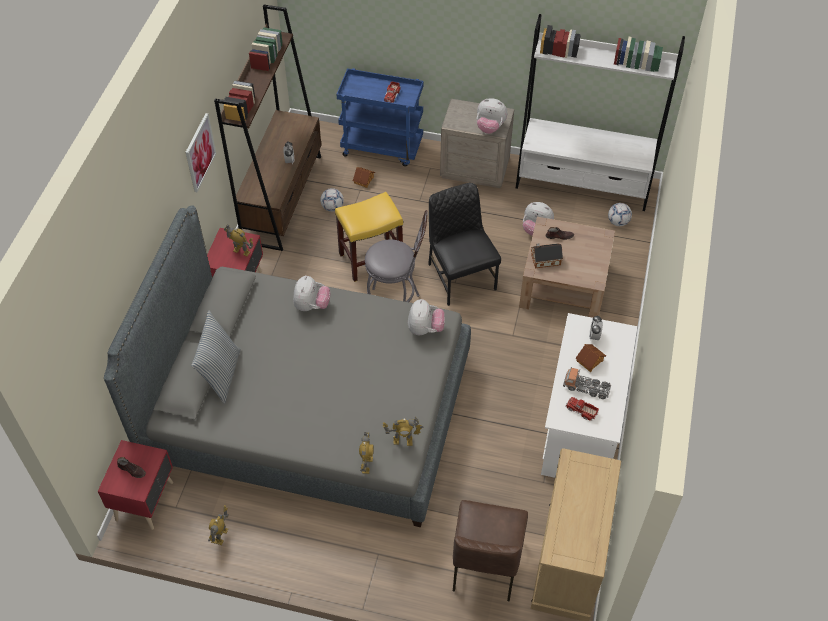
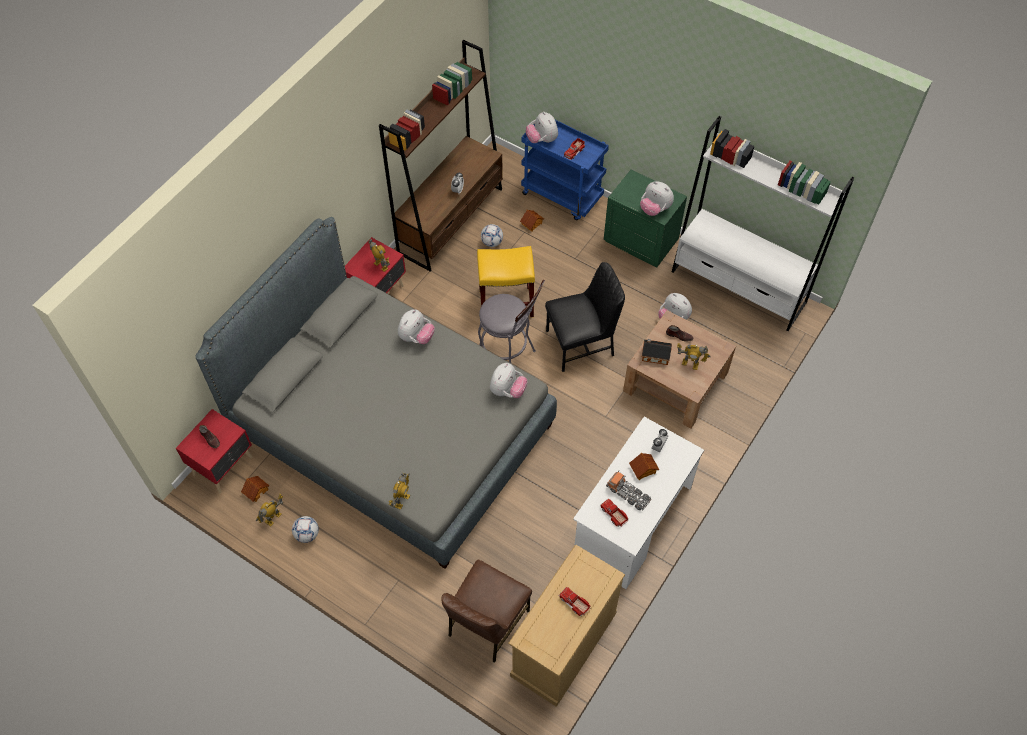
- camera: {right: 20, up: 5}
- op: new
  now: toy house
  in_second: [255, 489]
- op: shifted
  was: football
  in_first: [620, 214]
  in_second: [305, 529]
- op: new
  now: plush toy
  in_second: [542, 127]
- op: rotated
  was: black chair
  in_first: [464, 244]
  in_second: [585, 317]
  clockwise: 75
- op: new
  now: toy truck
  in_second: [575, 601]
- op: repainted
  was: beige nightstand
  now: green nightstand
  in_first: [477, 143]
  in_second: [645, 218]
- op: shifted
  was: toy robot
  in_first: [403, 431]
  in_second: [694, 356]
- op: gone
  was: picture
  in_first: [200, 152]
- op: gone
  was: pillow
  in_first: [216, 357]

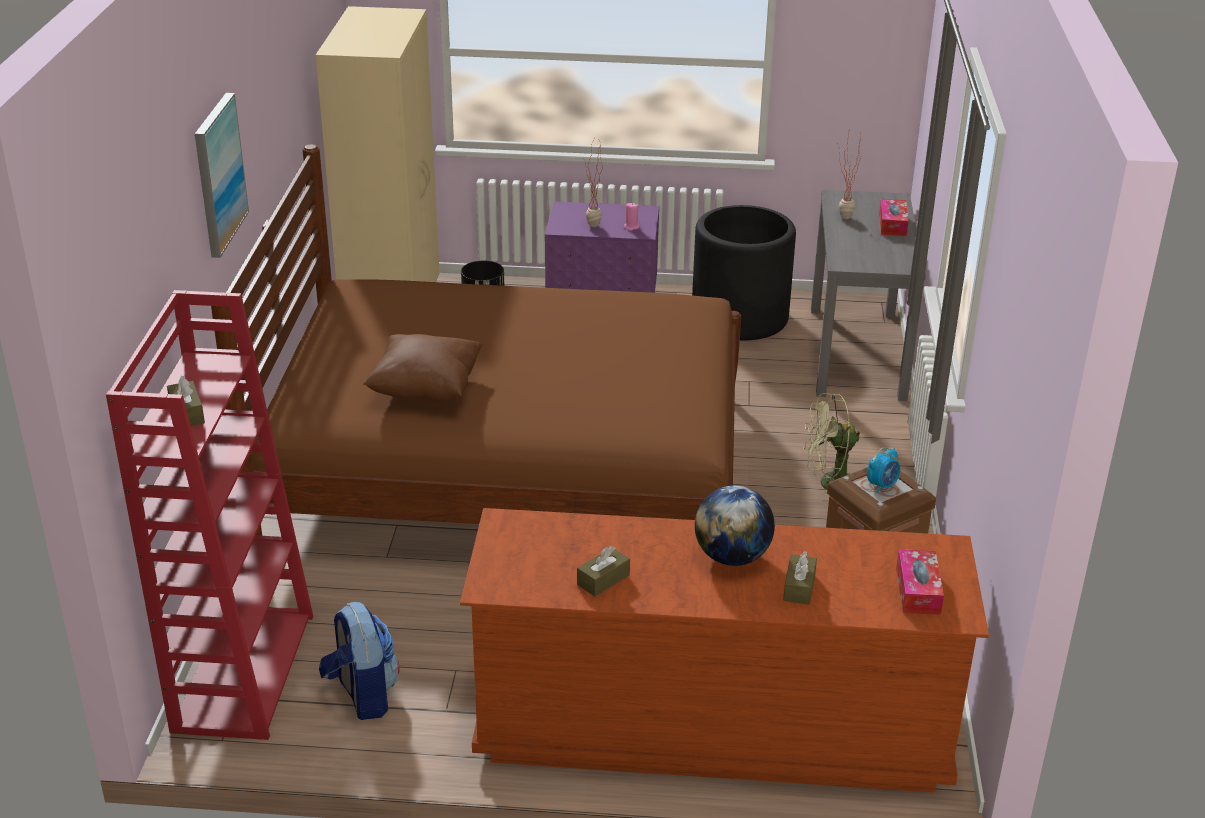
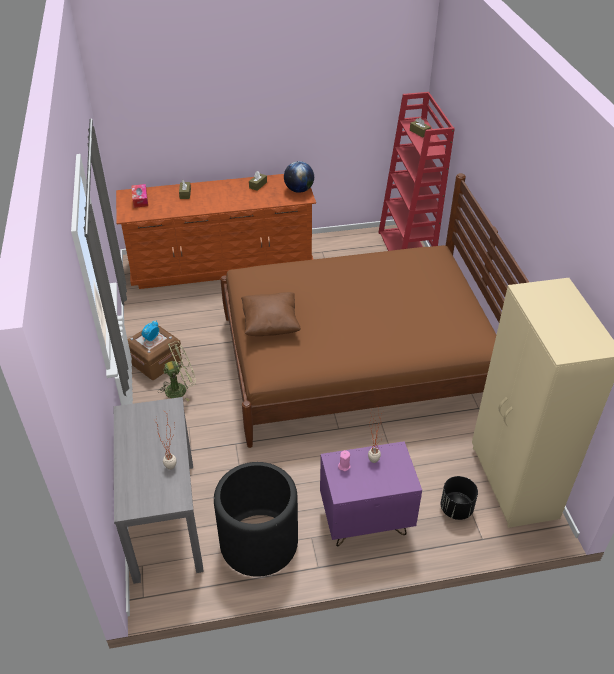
- camera: {right: 165, up: 10}
- op: shifted
  was: brown pillow
  in_first: [423, 367]
  in_second: [271, 314]
- op: shifted
  was: globe
  in_first: [735, 526]
  in_second: [299, 177]
- op: gone
  was: picture
  in_first: [222, 175]
- op: gone
  was: backpack
  in_first: [359, 661]
- op: gone
  was: tissue box
  in_first: [893, 217]

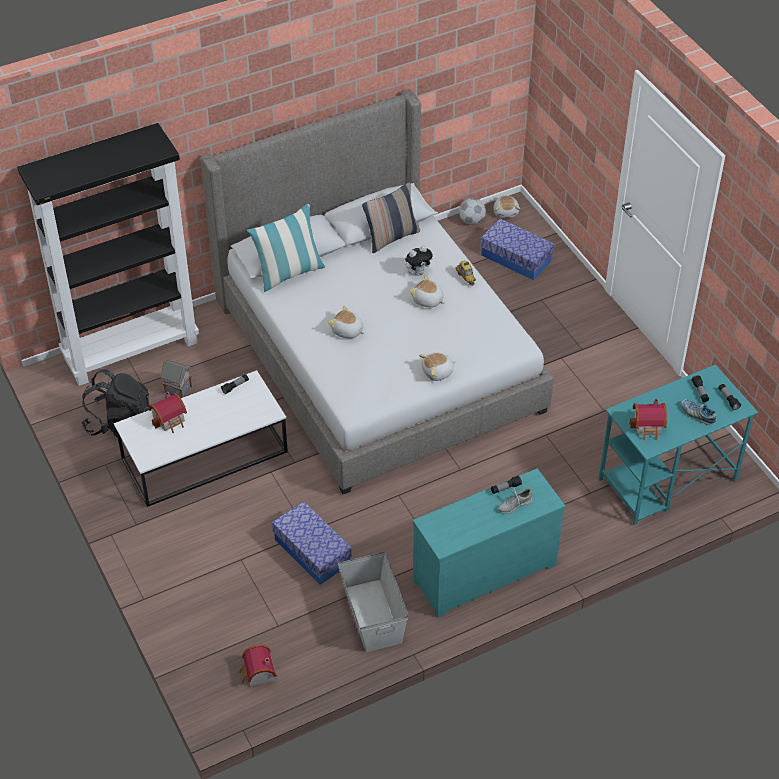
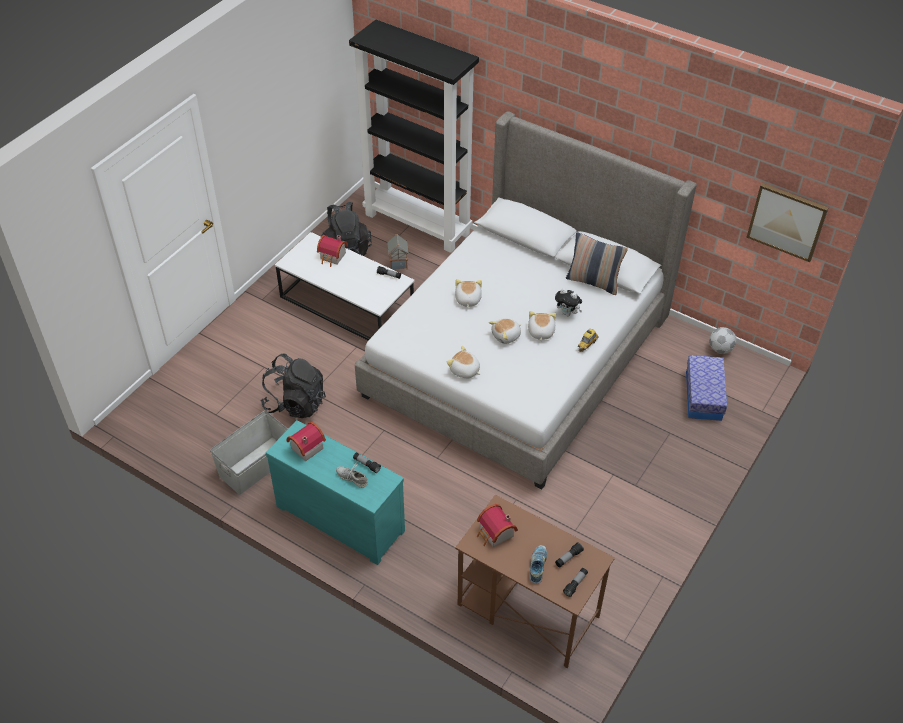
- camera: {right: 60, up: 0}
- op: swapped
  was: storage box
  now: black backpack
  in_first: [312, 543]
  in_second: [293, 386]
- op: shifted
  was: toy house
  in_first: [258, 665]
  in_second: [306, 441]
- op: repainted
  was: turquoise desk
  now: brown desk
  in_first: [678, 444]
  in_second: [535, 581]
- op: shifted
  was: plush toy
  in_first: [507, 207]
  in_second: [505, 331]
- op: new
  now: picture
  in_second: [787, 222]
- op: gone
  was: pillow
  in_first: [286, 248]

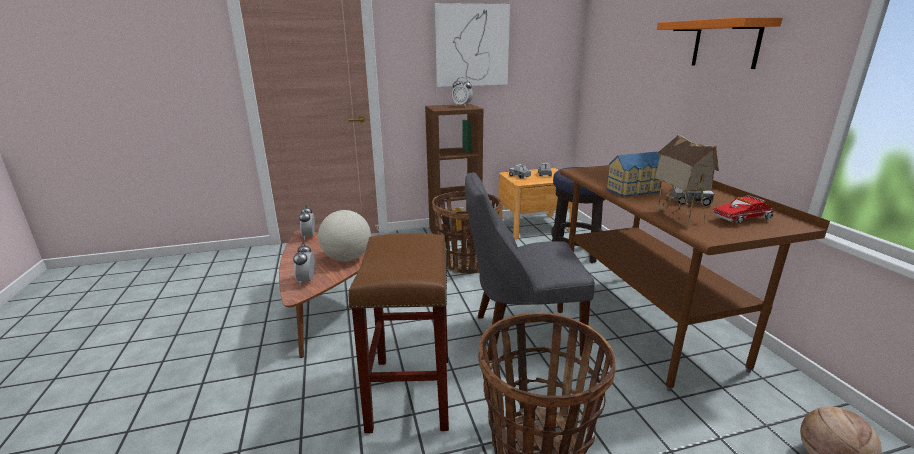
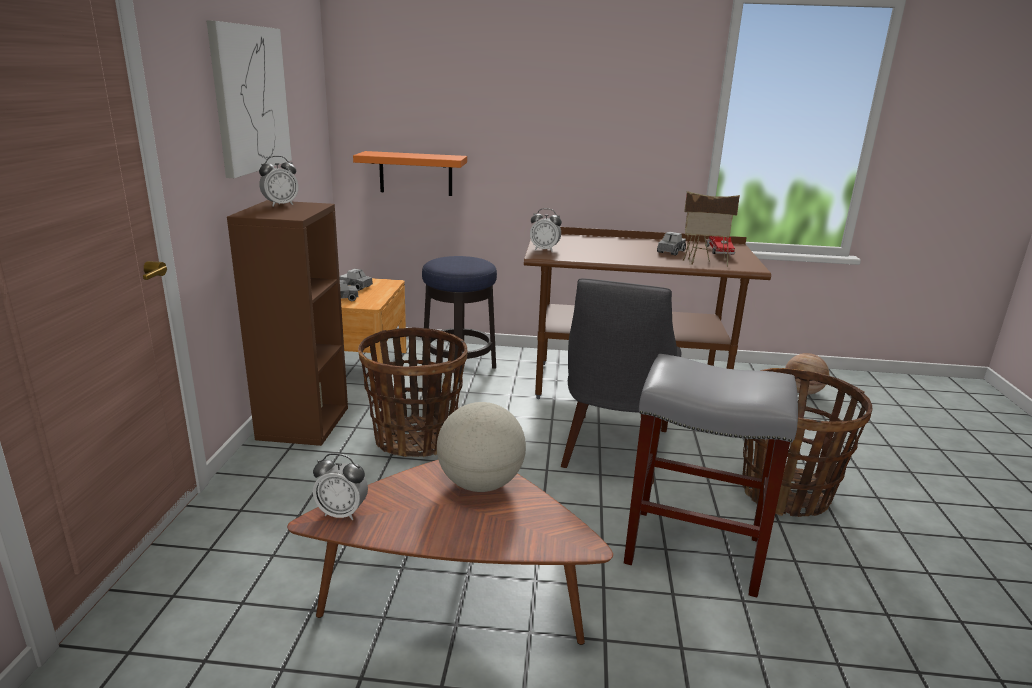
- camera: {right: -70, up: 0}
- op: shifted
  was: orange shelf
  in_first: [720, 43]
  in_second: [410, 173]
- op: shifted
  was: alarm clock
  in_first: [304, 264]
  in_second: [546, 230]
- op: repainted
  was: brown stool
  now: grey stool
  in_first: [399, 333]
  in_second: [711, 476]
- op: gone
  was: toy house
  in_first: [634, 174]

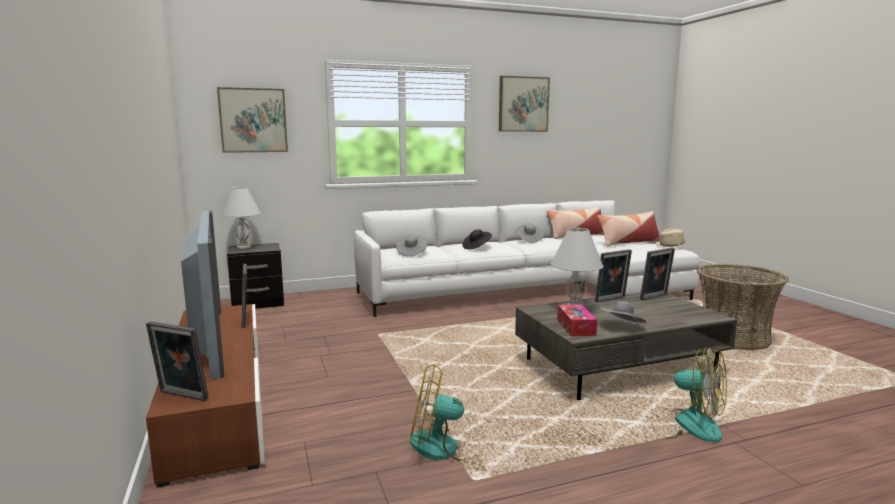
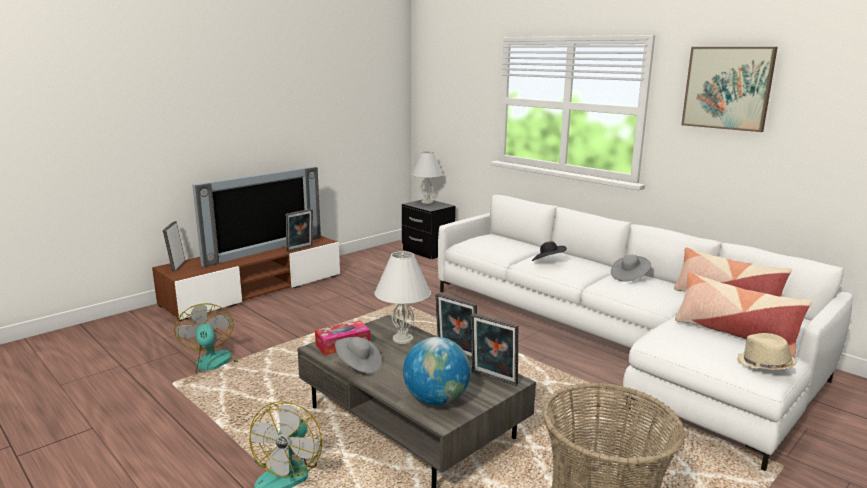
- camera: {right: 65, up: 5}
- op: new
  now: globe
  in_second: [437, 371]
- op: gone
  was: picture
  in_first: [252, 120]
- op: gone
  was: grey hat
  in_first: [412, 245]

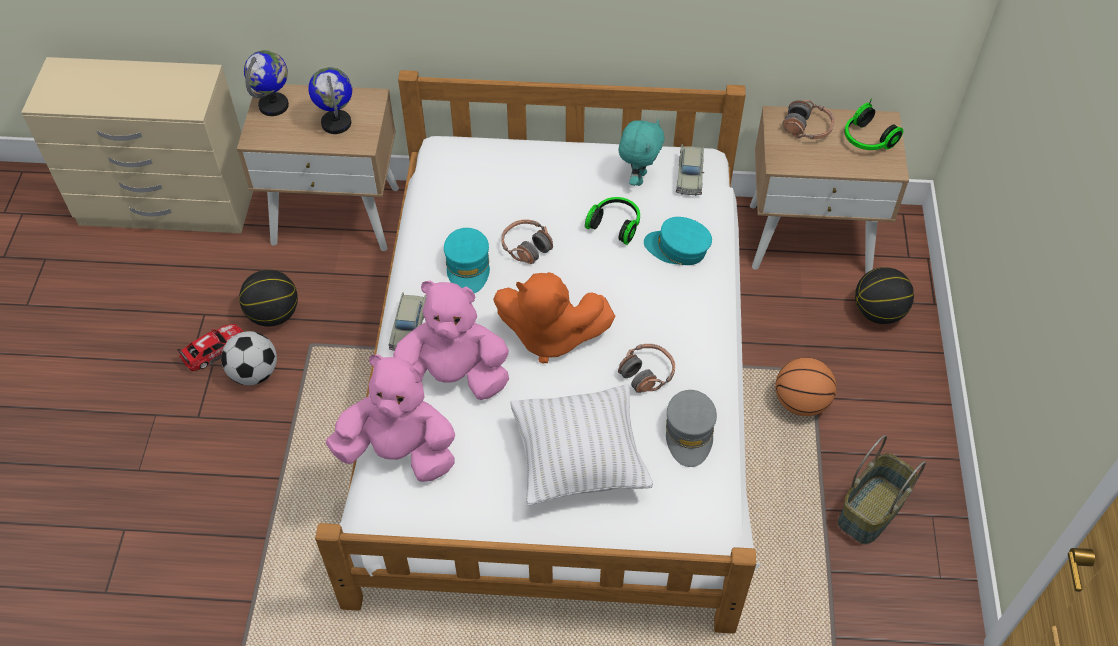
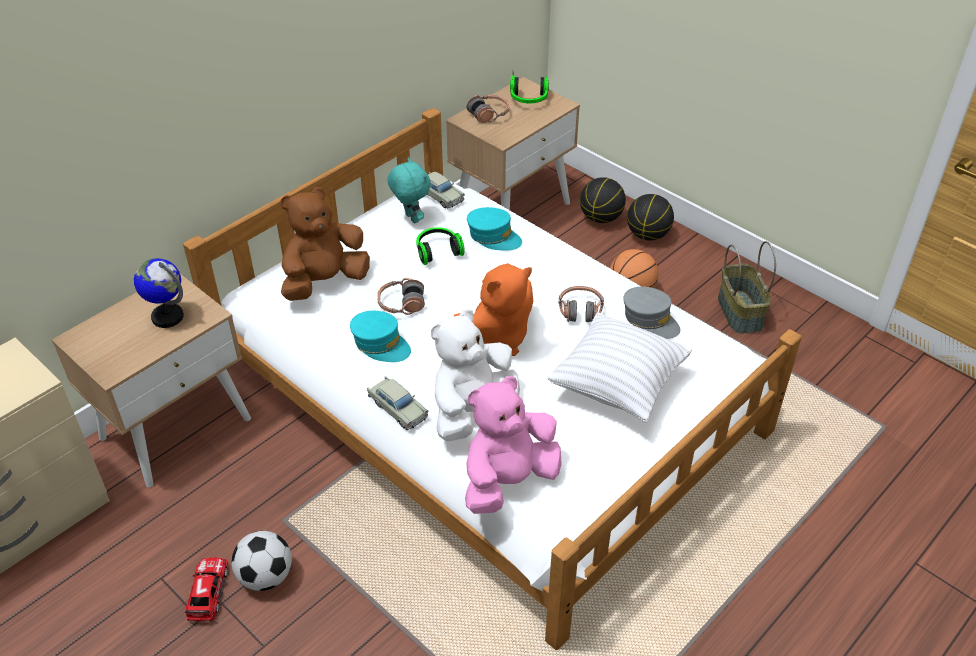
- camera: {right: -50, up: -10}
- op: new
  now: brown plush toy
  in_second: [325, 244]
- op: repainted
  was: pink plush toy
  now: white plush toy
  in_first: [451, 340]
  in_second: [475, 375]
- op: rotated
  was: turquoise cap
  in_first: [678, 241]
  in_second: [494, 229]
  clockwise: -120
- op: shifted
  was: basketball
  in_first: [268, 298]
  in_second: [650, 217]
- op: gone
  was: globe
  in_first: [266, 83]

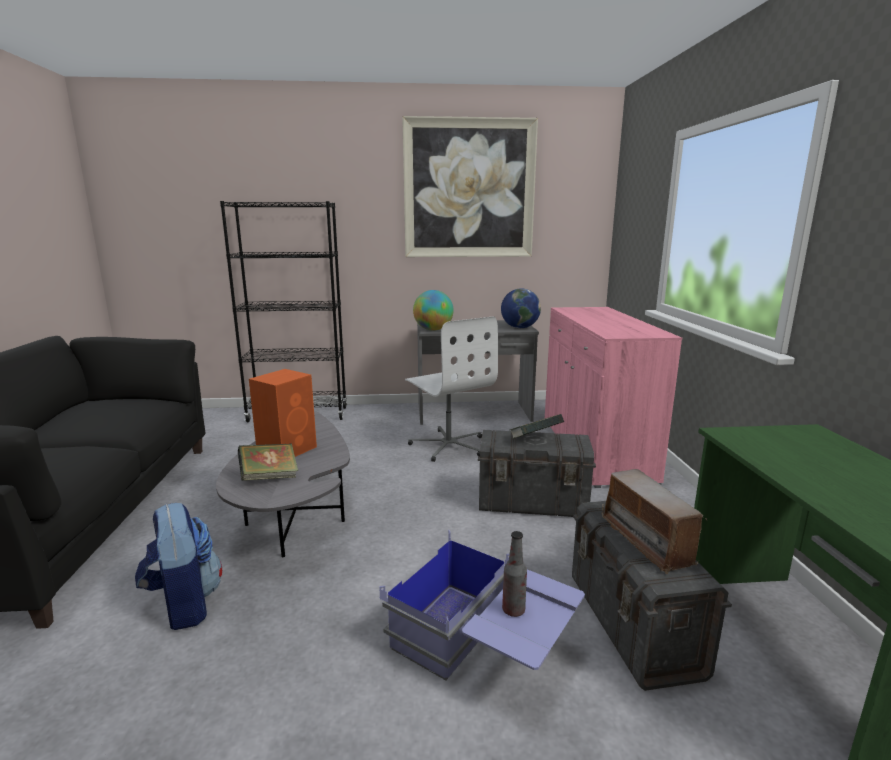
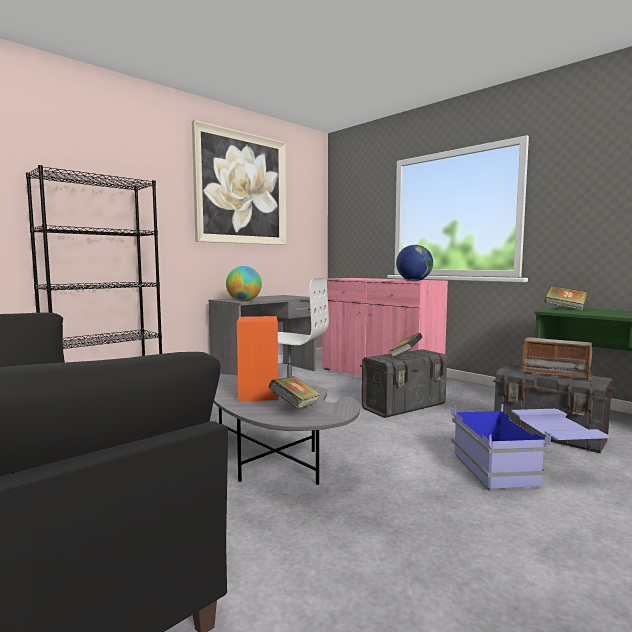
- camera: {right: -40, up: -10}
- op: shifted
  was: globe
  in_first: [521, 308]
  in_second: [414, 263]
- op: new
  now: book
  in_second: [565, 298]
- op: gone
  was: backpack
  in_first: [178, 566]
- op: gone
  was: bottle
  in_first: [514, 574]

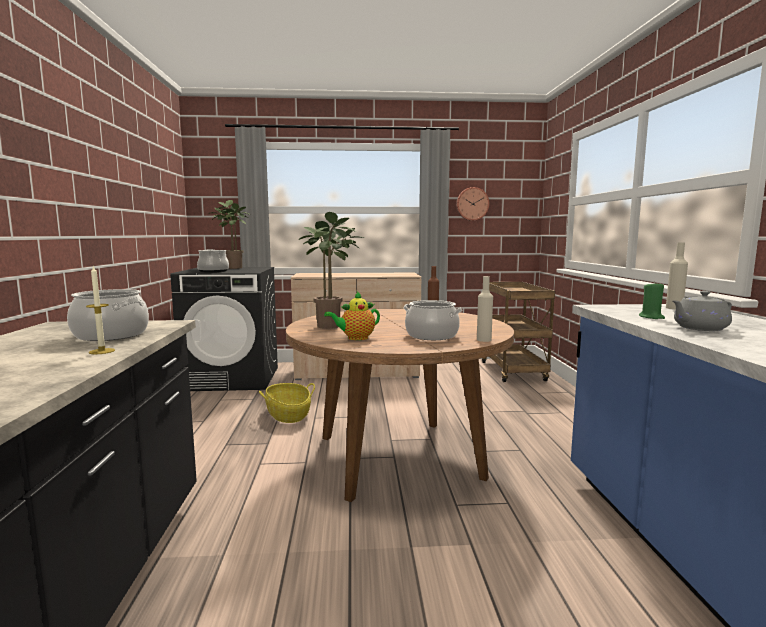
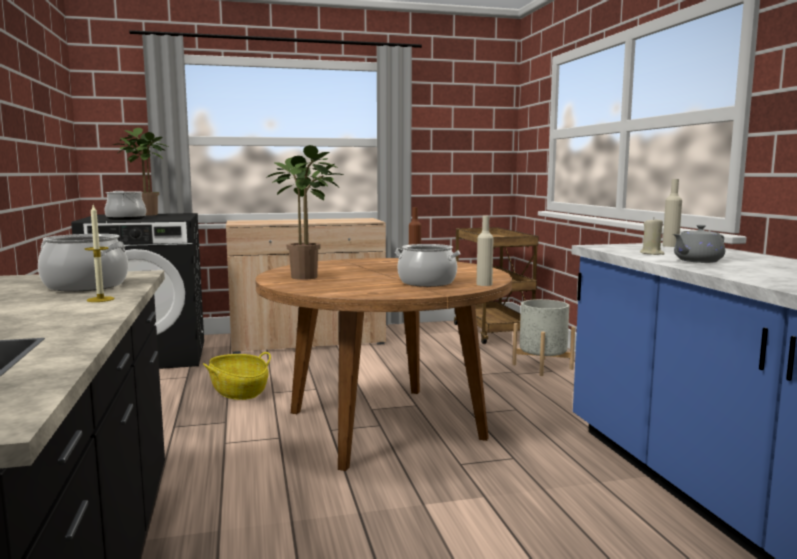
- camera: {right: -10, up: 0}
- op: new
  now: grey planter
  in_second: [543, 337]
- op: repainted
  was: green candle
  now: beige candle
  in_first: [652, 300]
  in_second: [652, 237]
- op: gone
  was: teapot
  in_first: [352, 315]
- op: gone
  was: wall clock
  in_first: [472, 204]

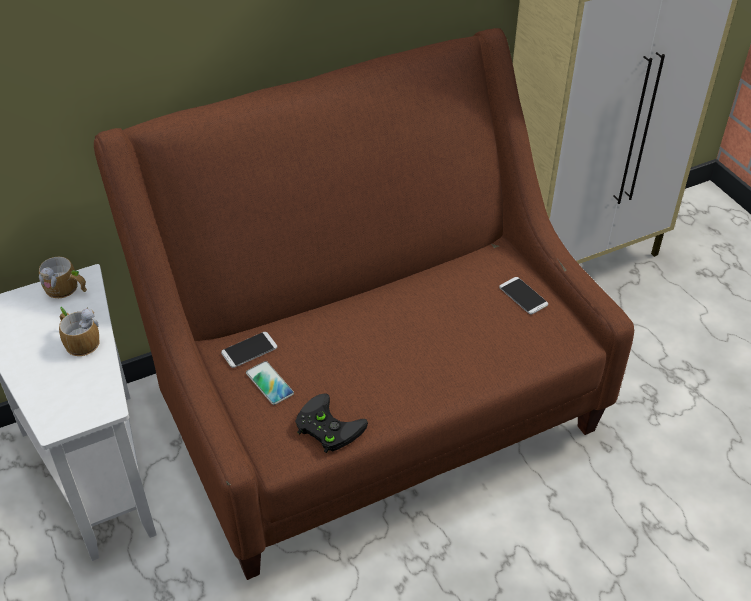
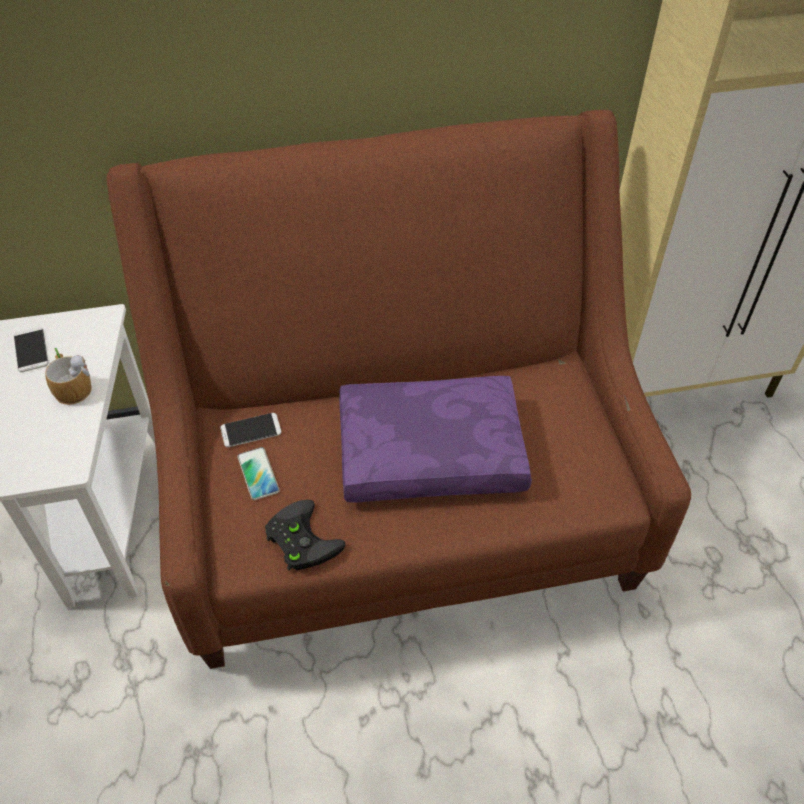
- camera: {right: 15, up: 5}
- op: shifted
  was: phone
  in_first: [523, 295]
  in_second: [31, 349]
- op: new
  now: purple pillow
  in_second: [435, 439]
- op: gone
  was: mug
  in_first: [63, 277]

